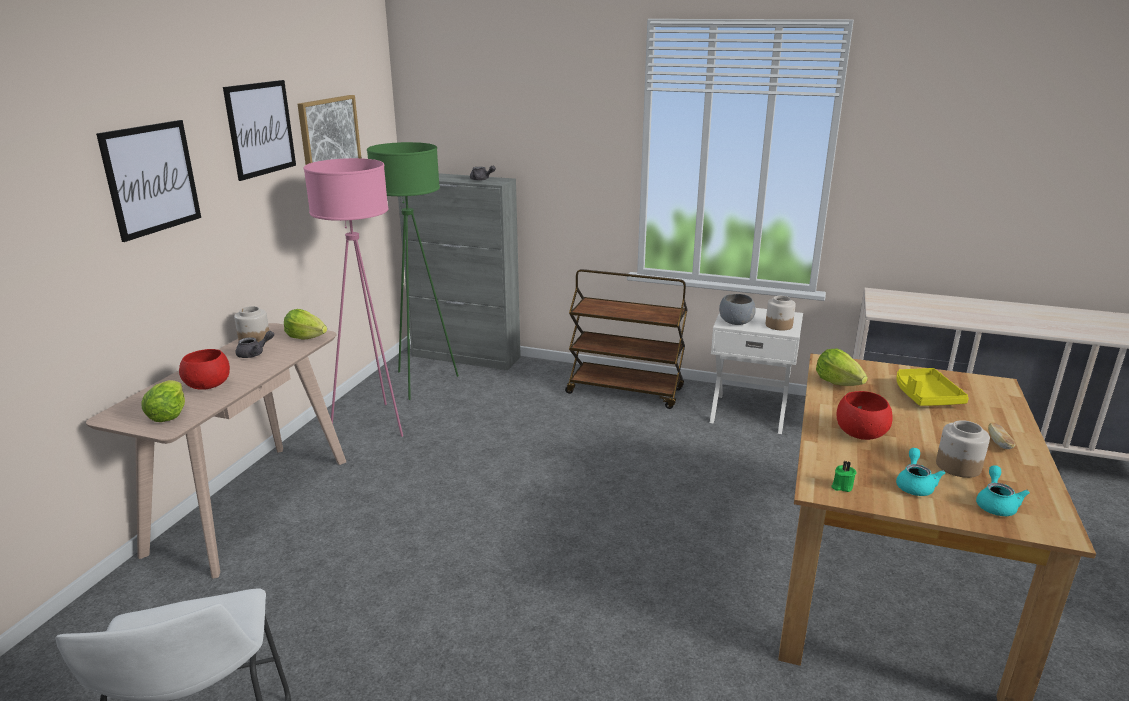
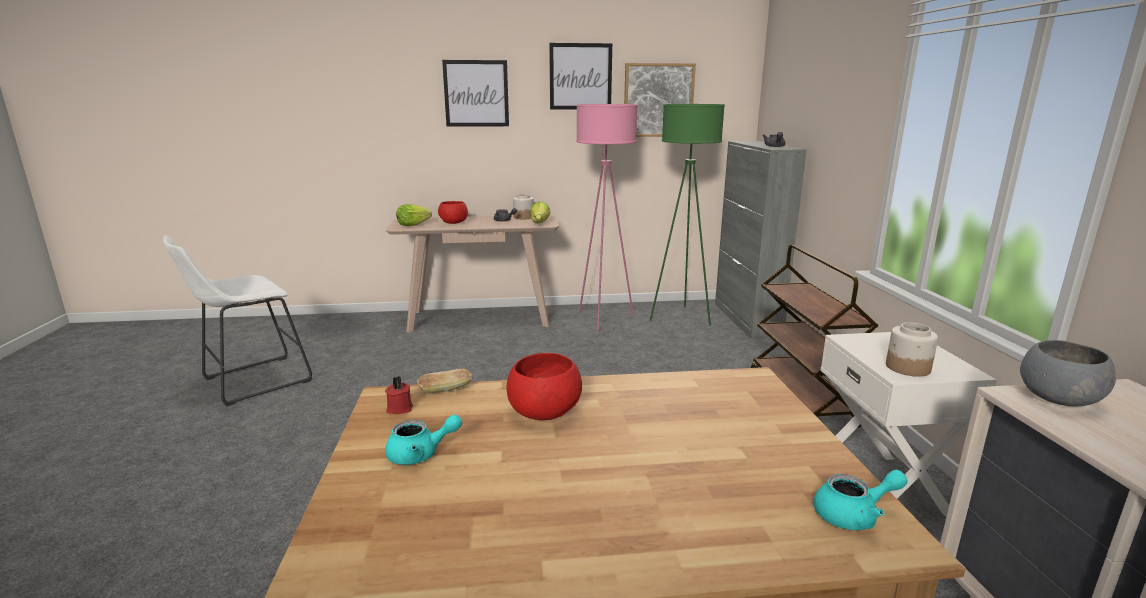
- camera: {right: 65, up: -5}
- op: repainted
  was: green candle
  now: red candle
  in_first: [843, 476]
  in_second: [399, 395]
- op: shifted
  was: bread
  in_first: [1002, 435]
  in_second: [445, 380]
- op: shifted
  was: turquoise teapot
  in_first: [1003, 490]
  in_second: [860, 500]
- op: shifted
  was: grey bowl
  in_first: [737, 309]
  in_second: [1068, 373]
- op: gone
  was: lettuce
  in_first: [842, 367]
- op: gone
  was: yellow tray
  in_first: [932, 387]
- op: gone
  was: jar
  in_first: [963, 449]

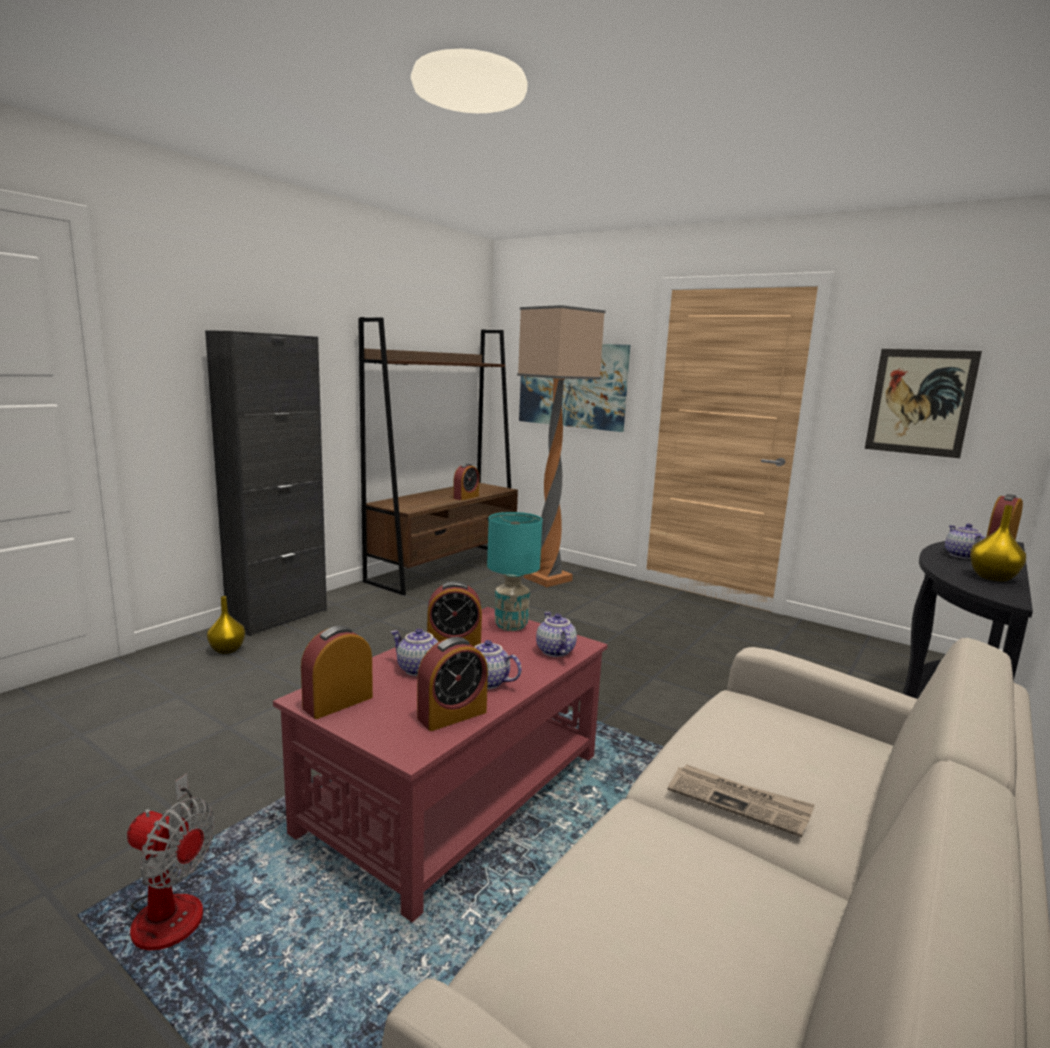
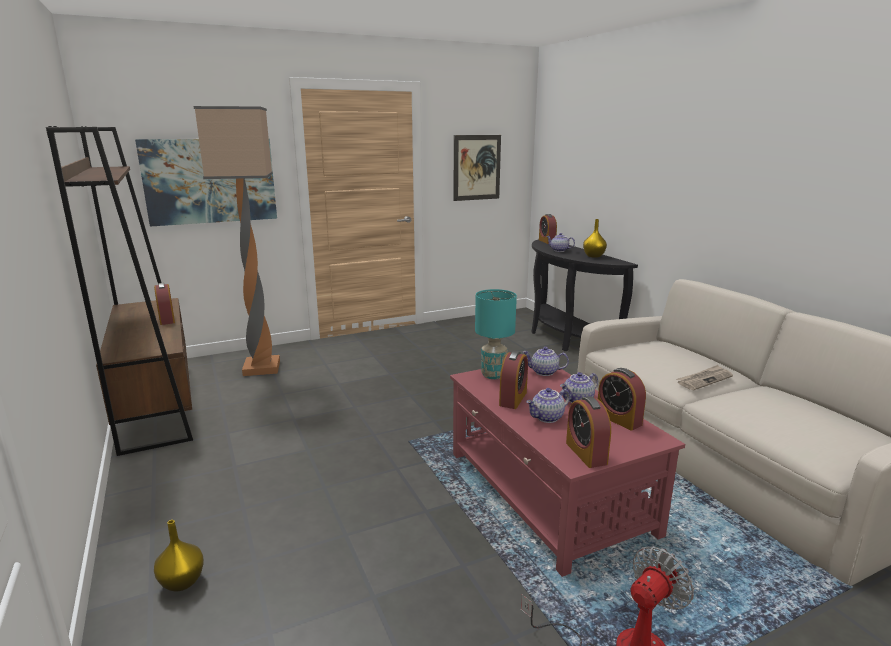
- camera: {right: -60, up: 5}
- op: rotated
  was: alarm clock
  in_first: [452, 684]
  in_second: [622, 399]
  clockwise: 150
- op: gone
  was: black cabinet
  in_first: [266, 483]

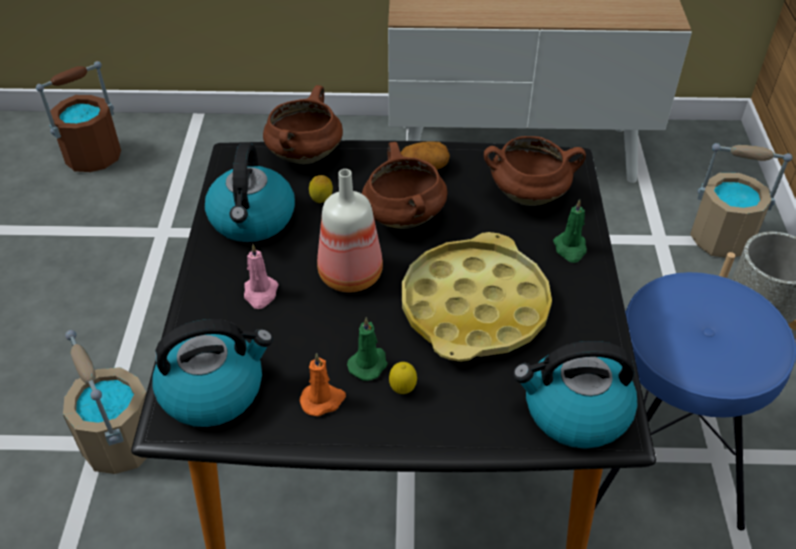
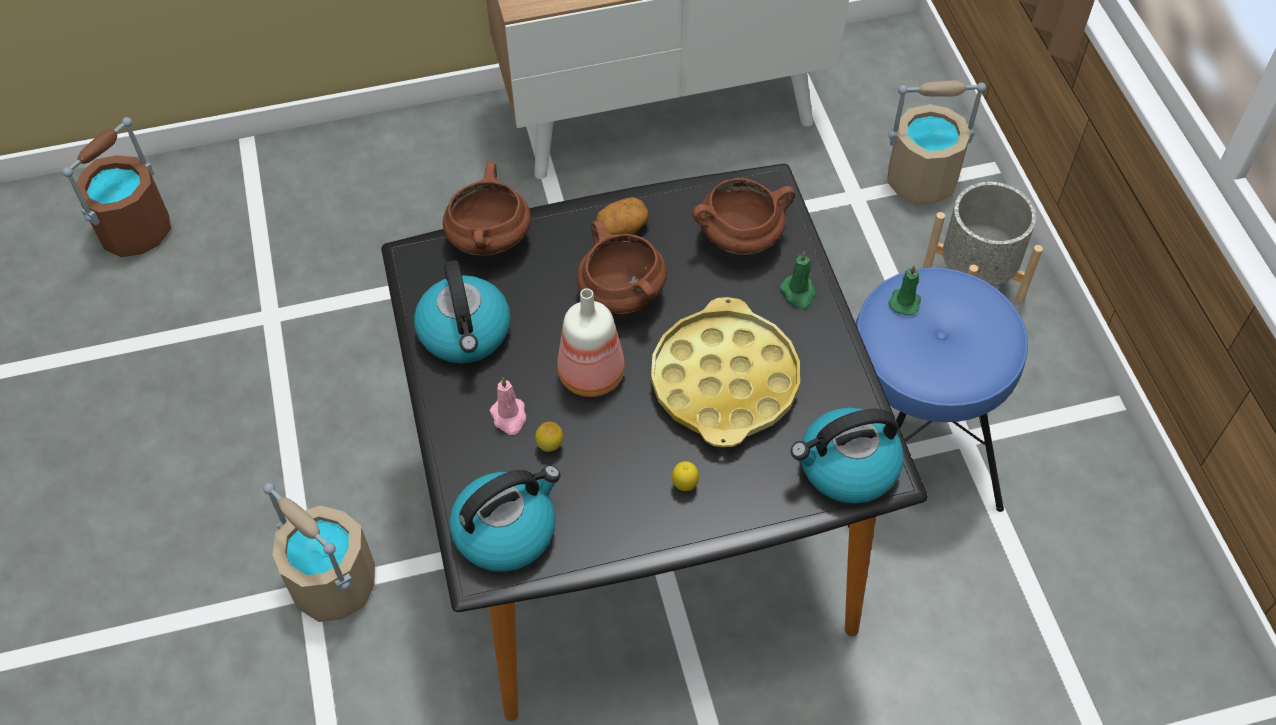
- camera: {right: -15, up: 10}
- op: shifted
  was: lemon
  in_first: [321, 189]
  in_second: [549, 437]
- op: shifted
  was: green candle
  in_first: [367, 349]
  in_second: [905, 290]
- op: gone
  was: orange candle
  in_first: [323, 384]

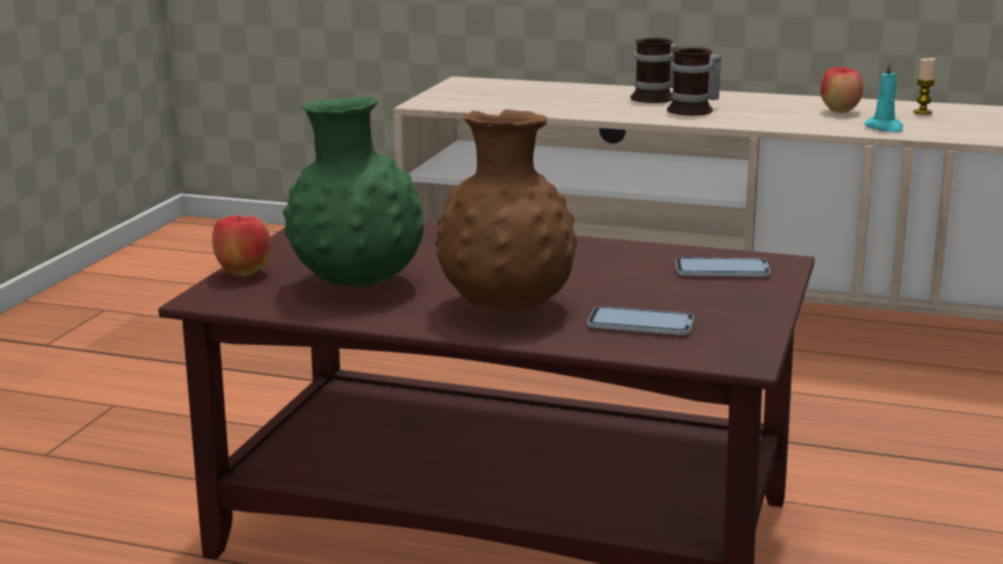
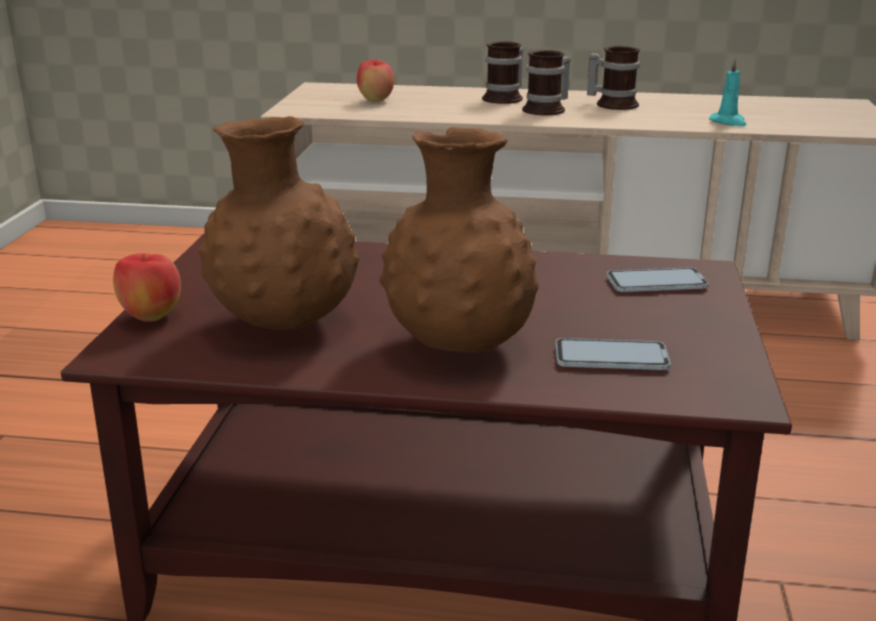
- camera: {right: -10, up: 5}
- op: repainted
  was: green vase
  now: brown vase
  in_first: [353, 192]
  in_second: [278, 223]
- op: shifted
  was: apple
  in_first: [841, 90]
  in_second: [375, 81]
- op: new
  now: mug
  in_second: [613, 78]
- op: gone
  was: candle
  in_first: [924, 86]

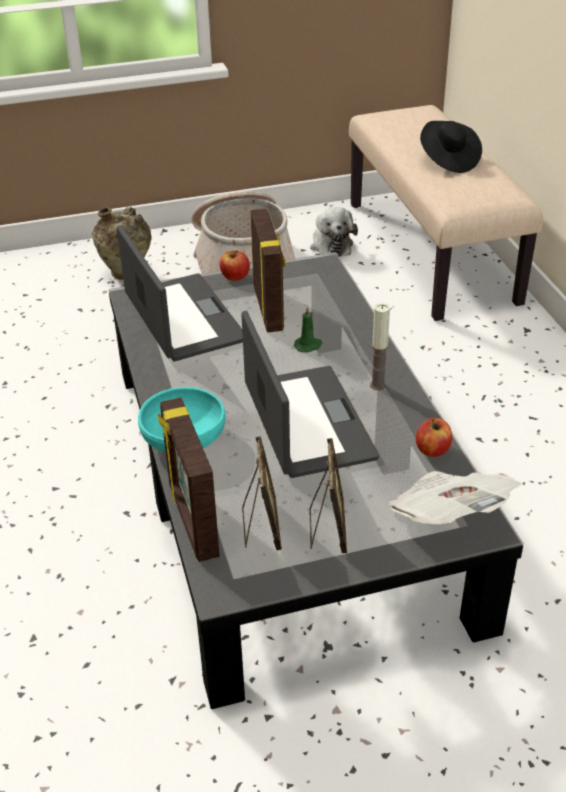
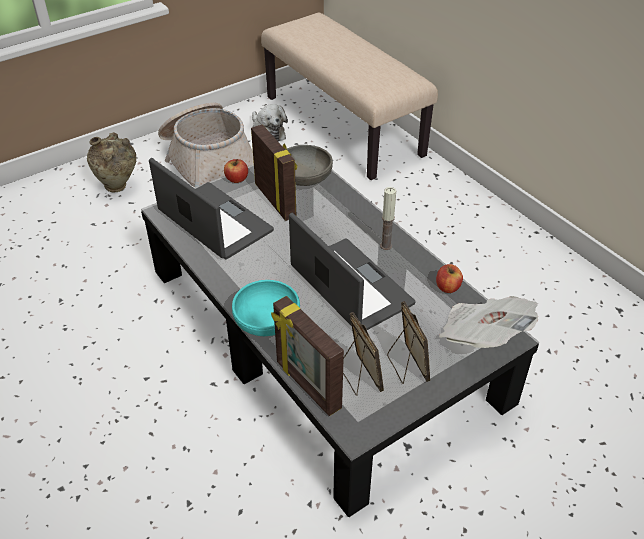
- camera: {right: -20, up: 5}
- op: new
  now: grey bowl
  in_second: [310, 165]
- op: gone
  was: green candle
  in_first: [308, 329]
- op: gone
  was: black hat
  in_first: [451, 147]

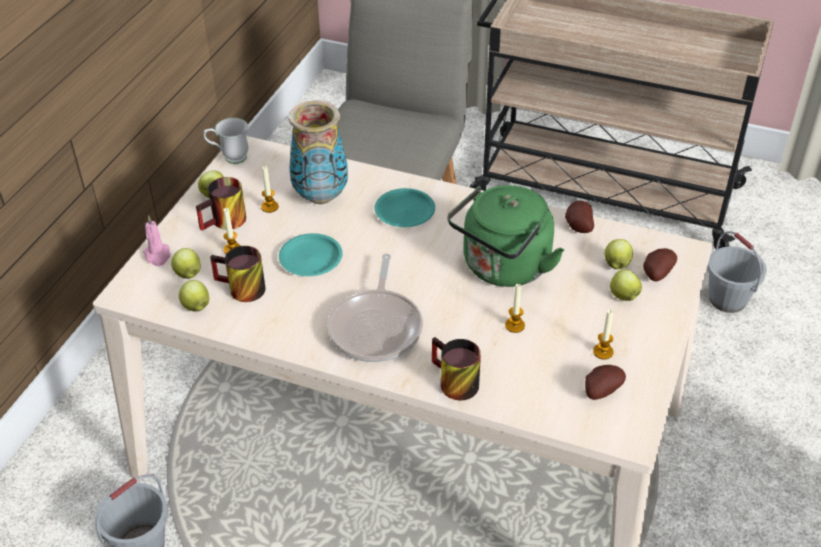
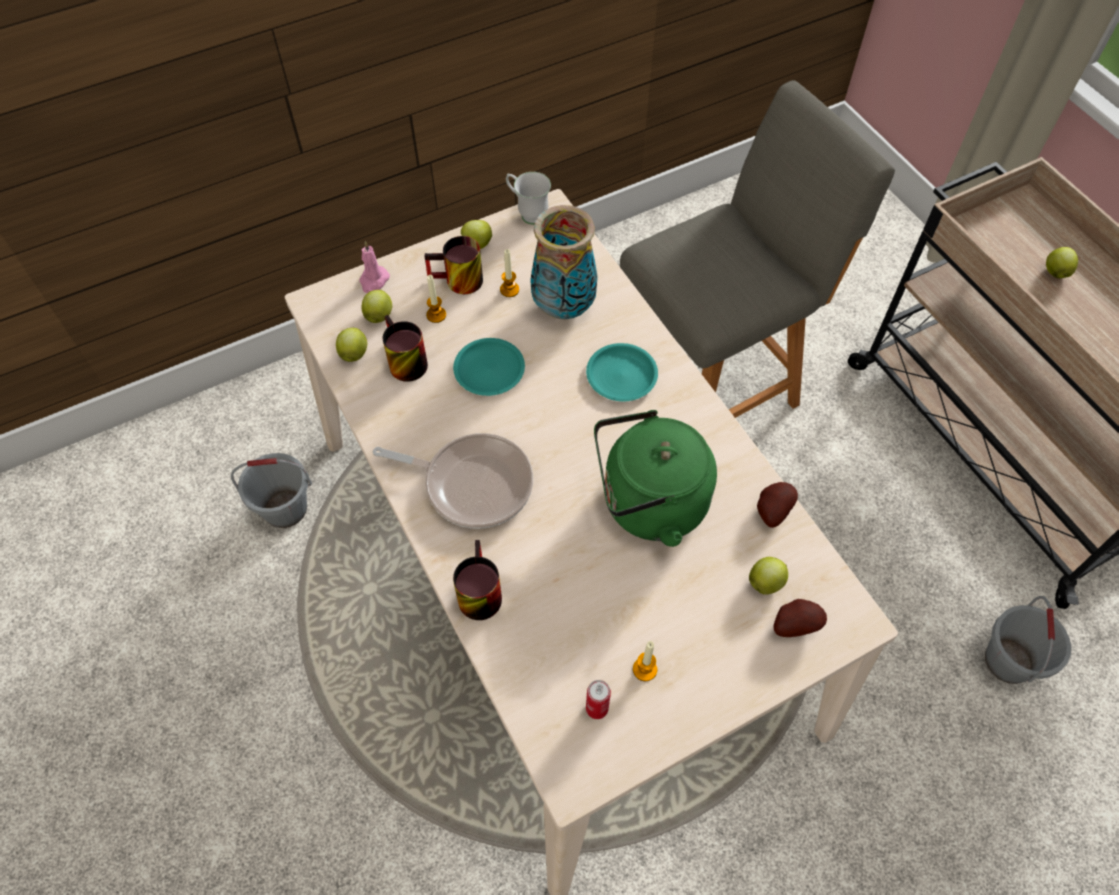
- camera: {right: 40, up: 15}
- op: rotated
  was: frying pan
  in_first: [375, 308]
  in_second: [453, 481]
  clockwise: -120
- op: swapped
  was: potato
  now: can
  in_first: [605, 382]
  in_second: [598, 699]
- op: shifted
  was: apple
  in_first: [626, 285]
  in_second: [1062, 262]
- op: gone
  was: candle
  in_first: [515, 308]

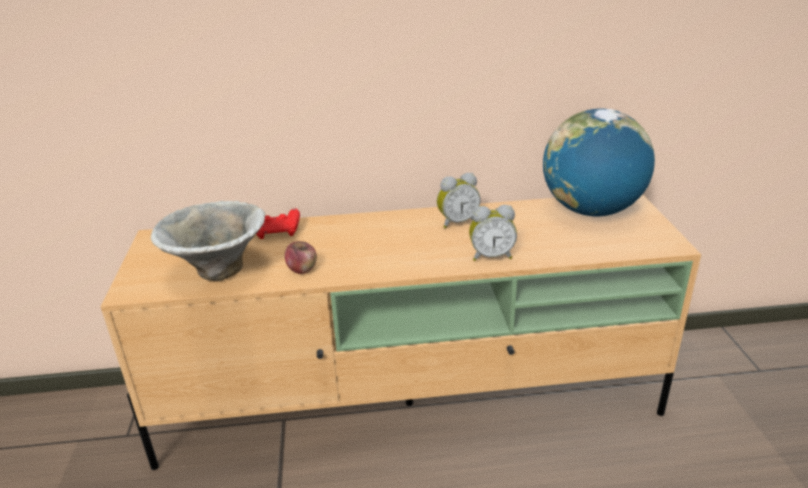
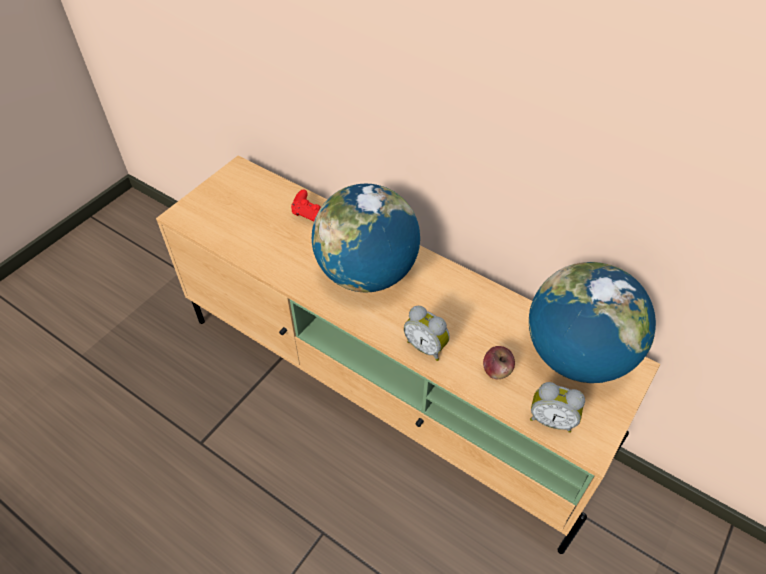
- camera: {right: 40, up: 20}
- op: new
  now: globe
  in_second: [366, 238]
- op: shifted
  was: apple
  in_first: [301, 257]
  in_second: [499, 362]
- op: shifted
  was: alarm clock
  in_first: [459, 200]
  in_second: [557, 407]
- op: gone
  was: bowl
  in_first: [208, 241]

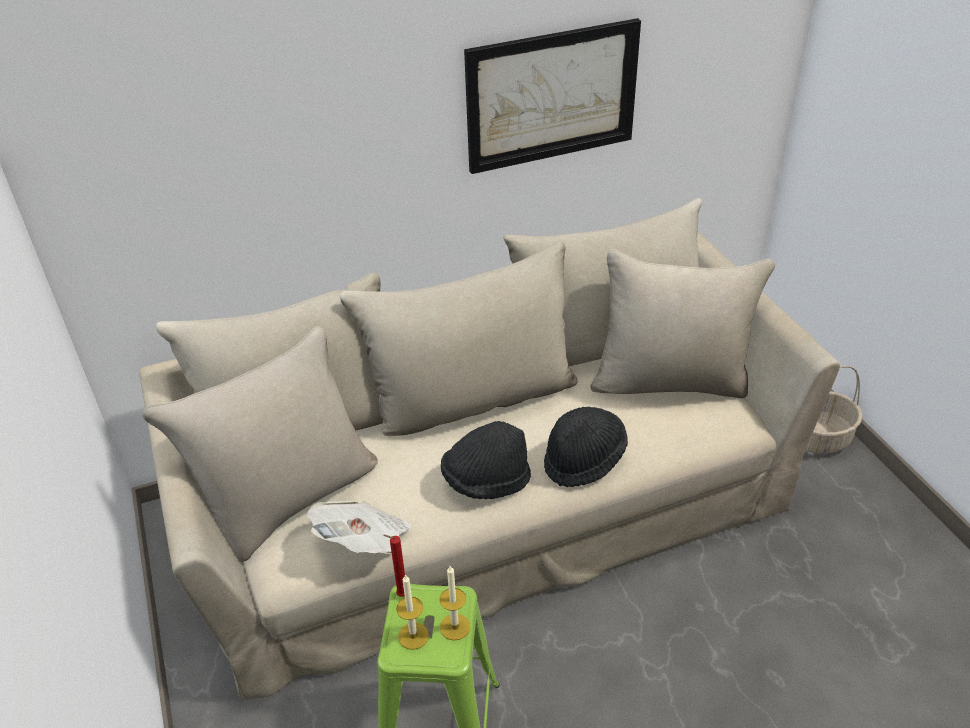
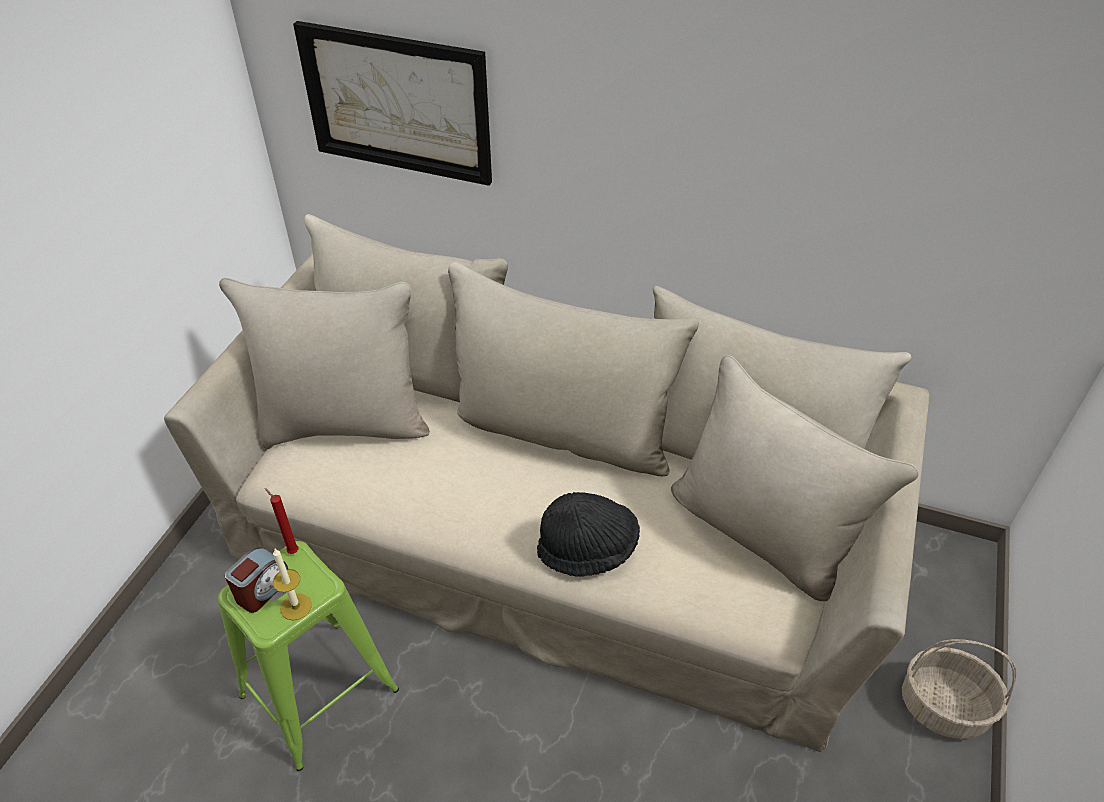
- camera: {right: 40, up: 5}
- op: swapped
  was: candle
  now: alarm clock
  in_first: [412, 612]
  in_second: [256, 580]
- op: shifted
  was: picture
  in_first: [552, 96]
  in_second: [392, 103]
- op: gone
  was: newspaper
  in_first: [359, 527]
- op: gone
  was: black hat
  in_first: [486, 460]

